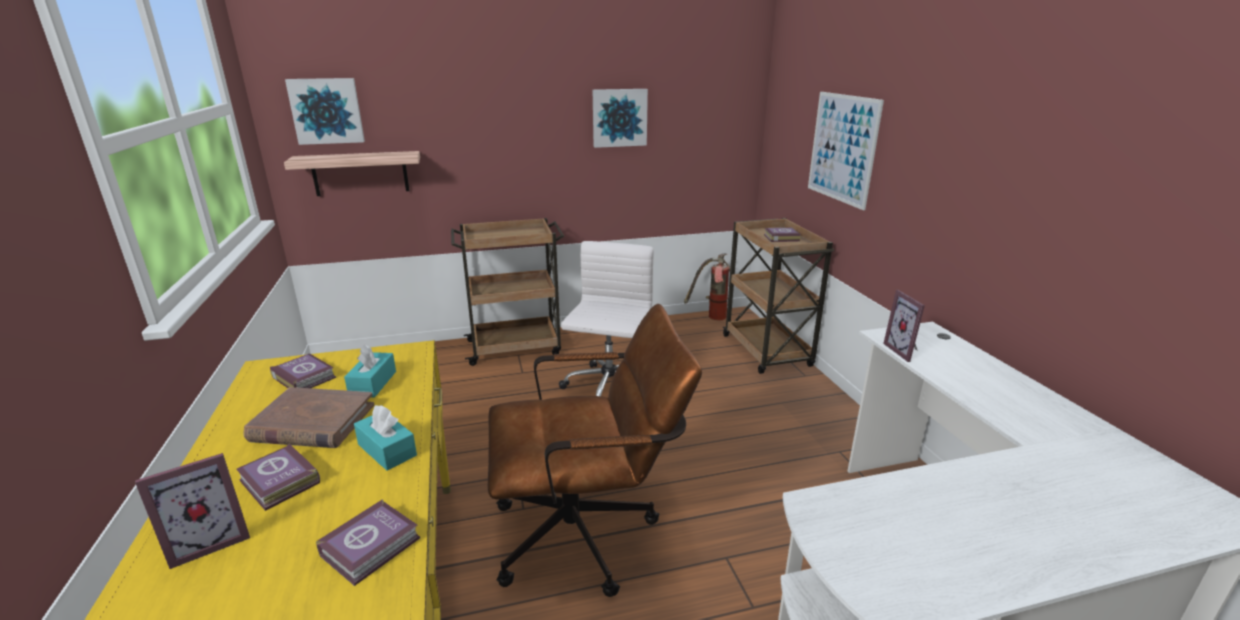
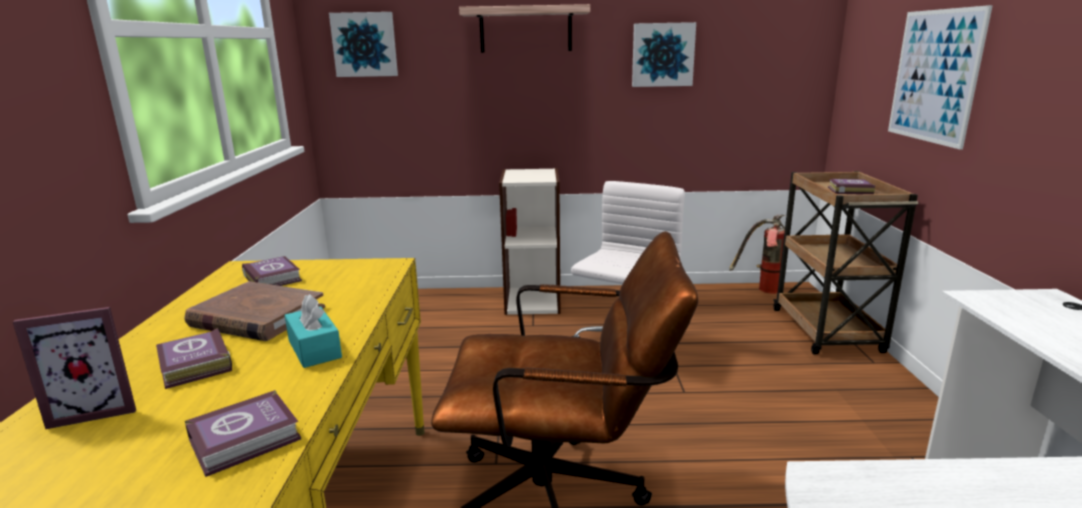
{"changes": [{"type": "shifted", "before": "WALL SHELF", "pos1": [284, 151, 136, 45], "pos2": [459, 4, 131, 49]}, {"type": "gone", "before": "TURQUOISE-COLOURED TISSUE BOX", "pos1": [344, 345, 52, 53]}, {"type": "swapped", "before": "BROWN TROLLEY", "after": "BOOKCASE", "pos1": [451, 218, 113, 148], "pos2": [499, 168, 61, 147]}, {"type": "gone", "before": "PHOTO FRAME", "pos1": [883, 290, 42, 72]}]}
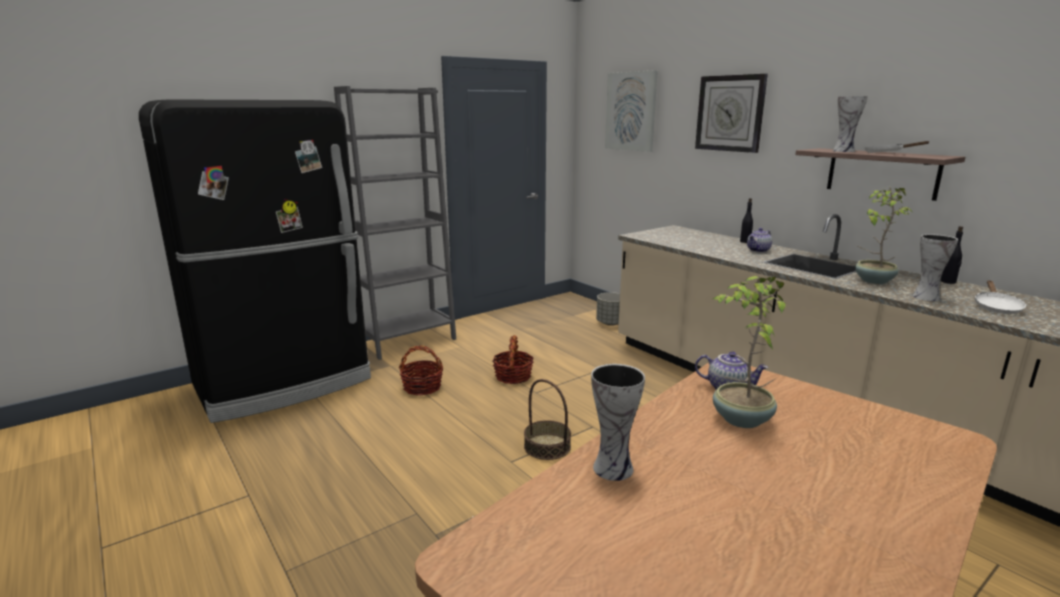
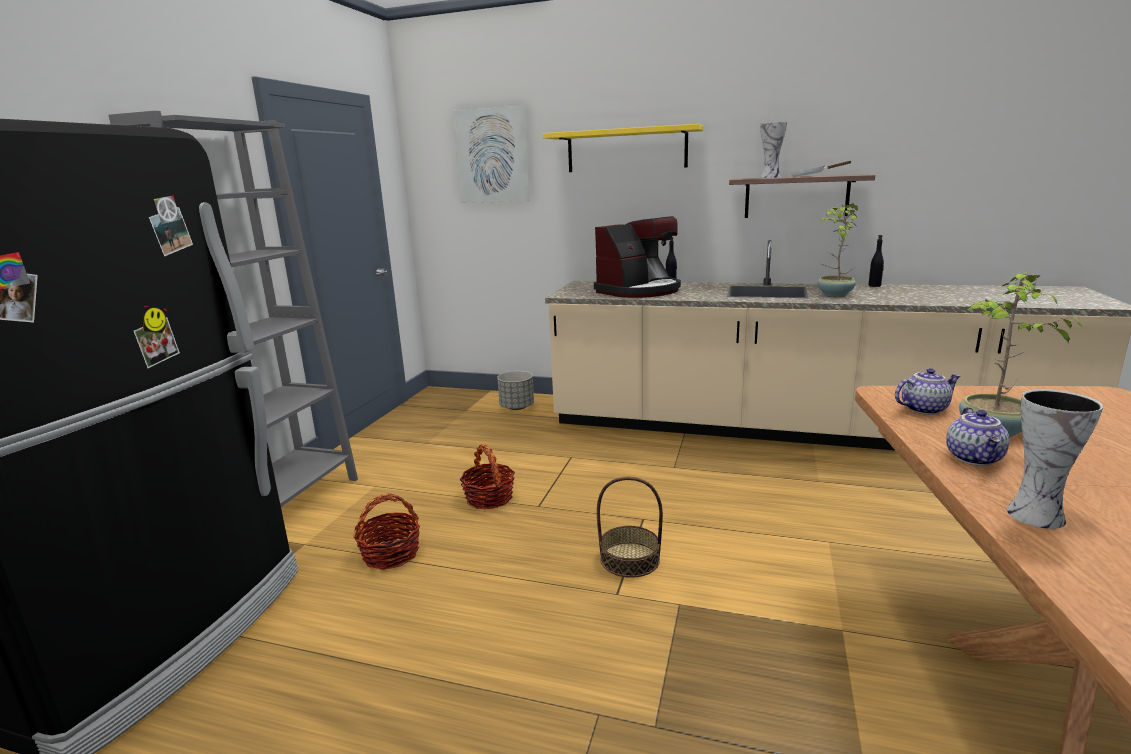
{"changes": [{"type": "swapped", "before": "HANGING CLOCK", "after": "YELLOW WALL SHELF", "pos1": [695, 74, 73, 79], "pos2": [543, 124, 160, 48]}, {"type": "shifted", "before": "POT FOR TEA", "pos1": [747, 228, 25, 25], "pos2": [946, 407, 64, 59]}, {"type": "gone", "before": "VASE", "pos1": [912, 234, 46, 67]}, {"type": "gone", "before": "WHITISH FRYING PAN", "pos1": [974, 280, 52, 34]}, {"type": "new", "after": "COFFEE MACHINE", "pos2": [594, 216, 87, 82]}]}
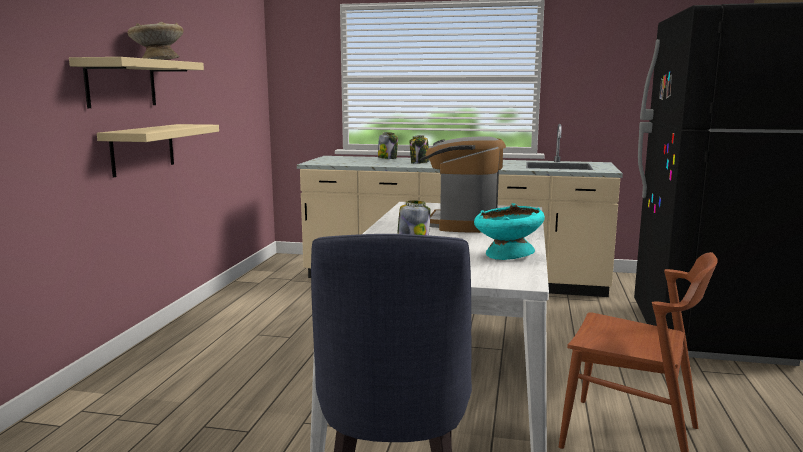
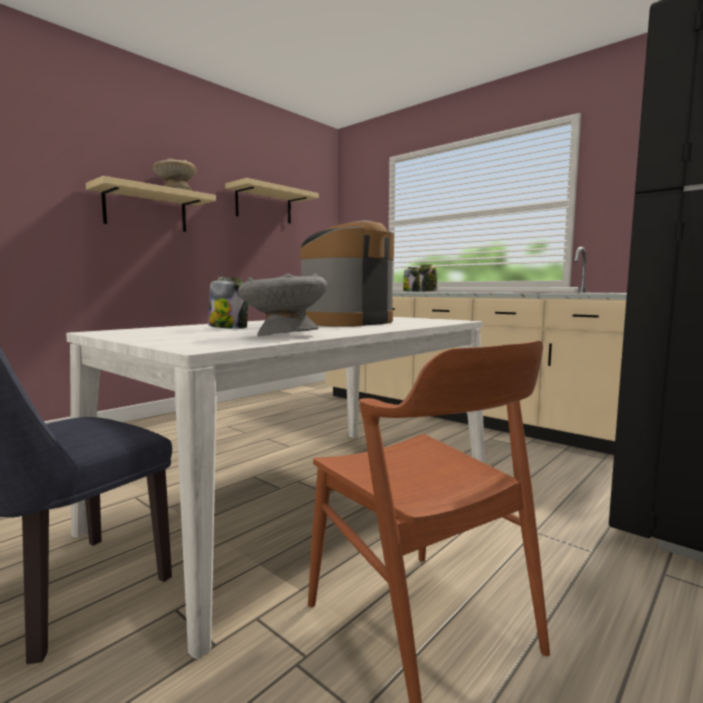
{"changes": [{"type": "shifted", "before": "BEIGE WALL SHELF", "pos1": [97, 124, 122, 53], "pos2": [225, 178, 94, 46]}, {"type": "repainted", "before": "TURQUOISE-COLOURED DEEP DISH", "after": "GREYISH DEEP DISH", "pos1": [474, 203, 71, 57], "pos2": [238, 273, 90, 63]}]}
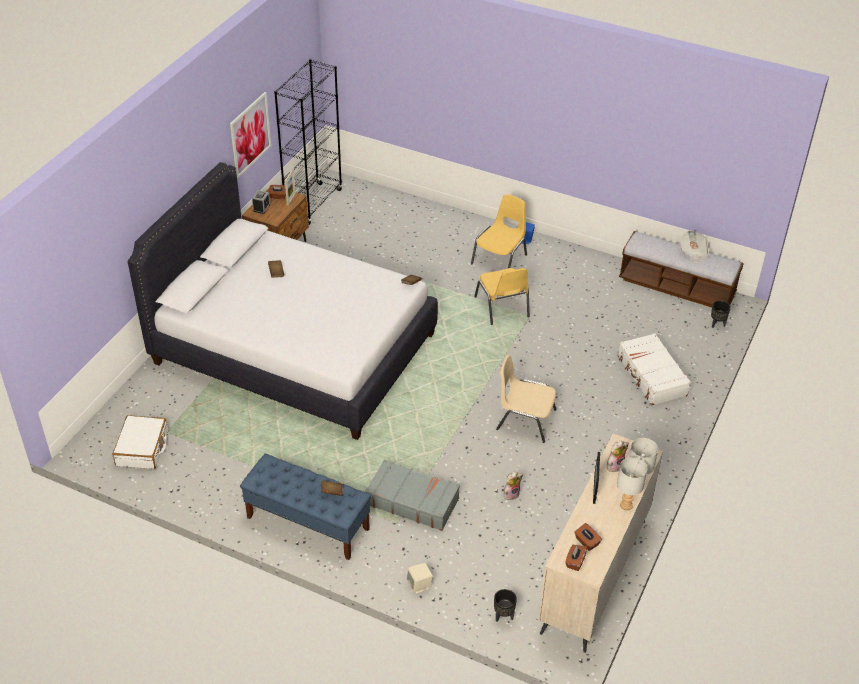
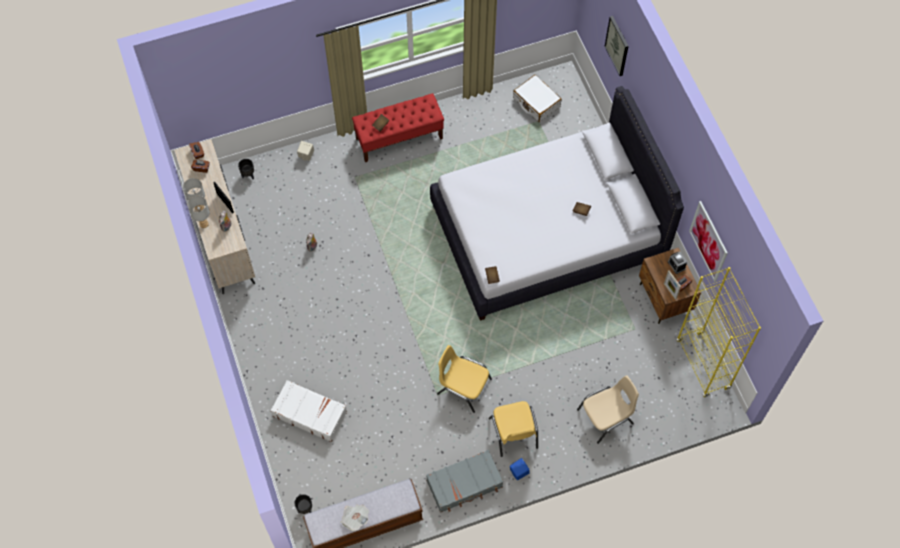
{"changes": [{"type": "repainted", "before": "BLUE INDOOR BENCH", "after": "RED INDOOR BENCH", "pos1": [240, 453, 131, 107], "pos2": [352, 93, 92, 69]}, {"type": "repainted", "before": "BLACKISH BOOKCASE", "after": "YELLOW BOOKCASE", "pos1": [274, 59, 69, 166], "pos2": [676, 267, 85, 130]}, {"type": "shifted", "before": "GREYISH TRAVEL CASE", "pos1": [365, 460, 95, 71], "pos2": [426, 450, 77, 63]}, {"type": "shifted", "before": "BEIGE UPRIGHT CHAIR", "pos1": [496, 355, 60, 88], "pos2": [577, 375, 62, 69]}, {"type": "new", "after": "PICTURE", "pos2": [605, 16, 24, 60]}]}
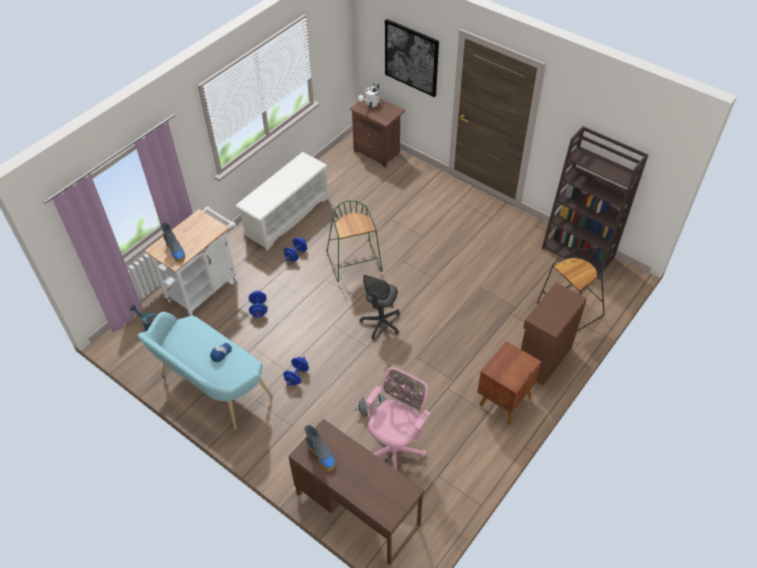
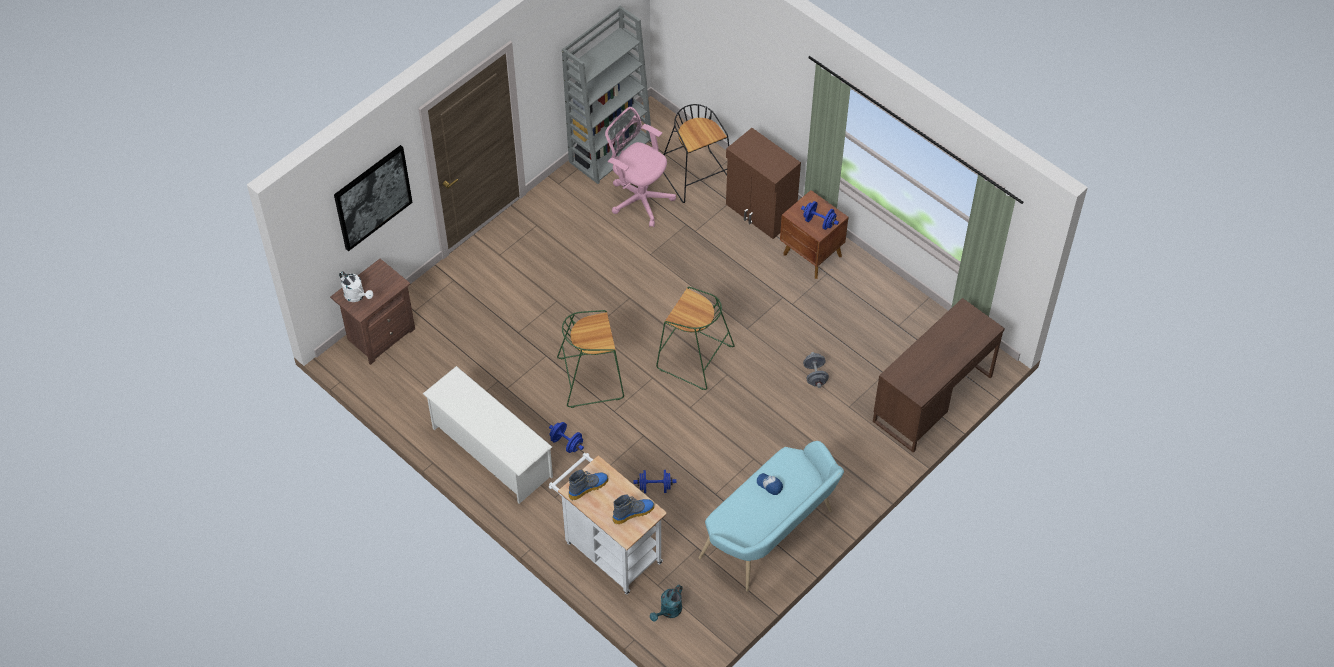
{"changes": [{"type": "shifted", "before": "BLUE HAND WEIGHT", "pos1": [283, 357, 26, 29], "pos2": [801, 201, 38, 29]}, {"type": "shifted", "before": "BOOT", "pos1": [304, 425, 32, 46], "pos2": [568, 469, 40, 31]}, {"type": "swapped", "before": "GREYISH COMPUTER CHAIR", "after": "GREEN SITTING STOOL", "pos1": [359, 275, 41, 64], "pos2": [656, 287, 79, 103]}, {"type": "shifted", "before": "PINK COMPUTER CHAIR", "pos1": [366, 367, 64, 103], "pos2": [605, 107, 71, 120]}, {"type": "repainted", "before": "BROWN BOOKCASE", "after": "GREYISH BOOKCASE", "pos1": [542, 126, 107, 152], "pos2": [562, 6, 89, 178]}]}
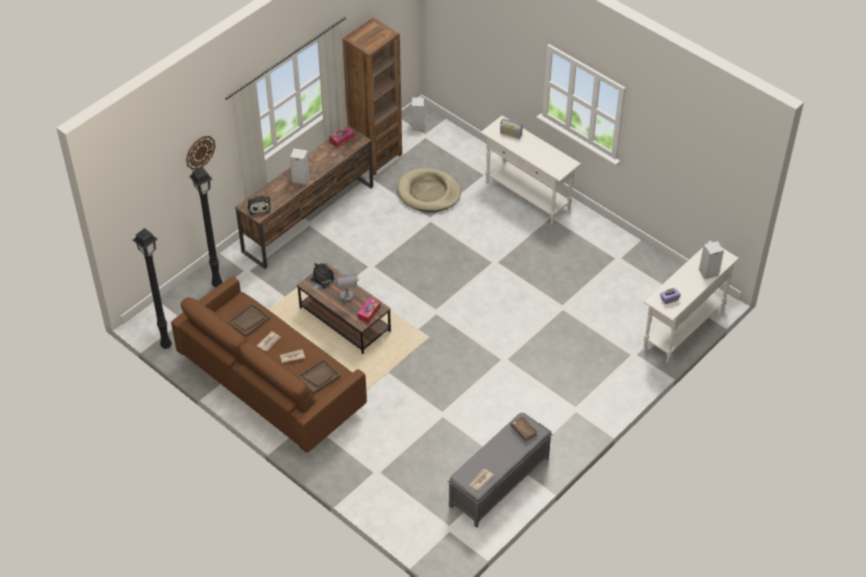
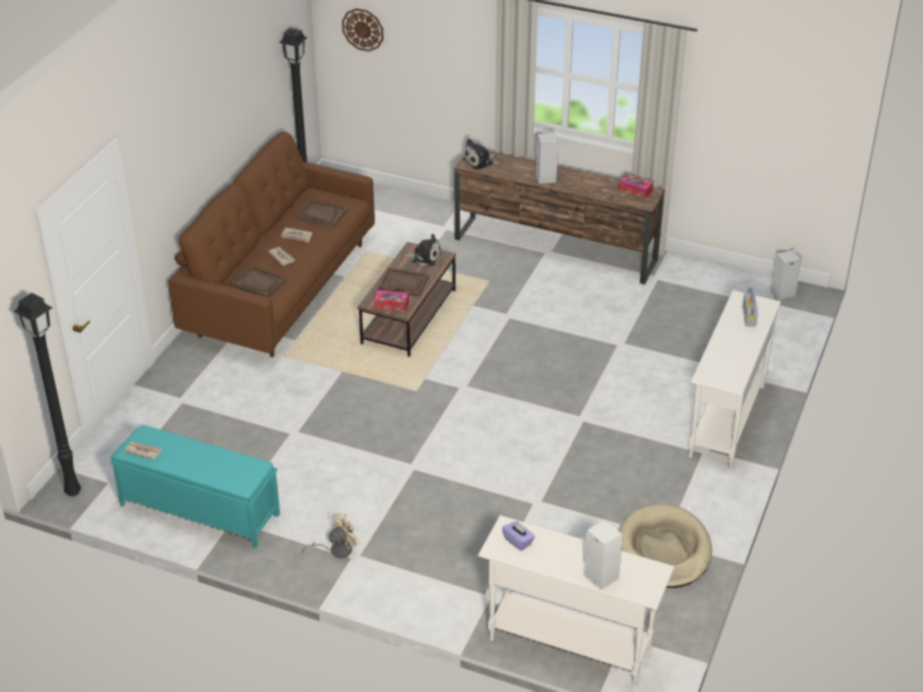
{"changes": [{"type": "shifted", "before": "HANGING CLOCK", "pos1": [186, 136, 29, 34], "pos2": [342, 8, 42, 44]}, {"type": "shifted", "before": "BLACKISH STANDING LAMP", "pos1": [189, 167, 34, 121], "pos2": [14, 293, 67, 203]}, {"type": "swapped", "before": "GREYISH TABLETOP LAMP", "after": "BROWN SERVING TRAY", "pos1": [334, 274, 25, 28], "pos2": [378, 268, 51, 29]}, {"type": "gone", "before": "BROWN BOOKCASE", "pos1": [342, 18, 60, 158]}, {"type": "shifted", "before": "BEIGE PET BED", "pos1": [398, 168, 63, 44], "pos2": [618, 504, 94, 84]}, {"type": "repainted", "before": "GREYISH INDOOR BENCH", "after": "TURQUOISE-COLOURED INDOOR BENCH", "pos1": [448, 412, 104, 116], "pos2": [110, 425, 170, 124]}, {"type": "gone", "before": "BROWN BOOK", "pos1": [511, 416, 27, 25]}, {"type": "new", "after": "BEIGE COOLING FAN", "pos2": [302, 513, 58, 45]}]}
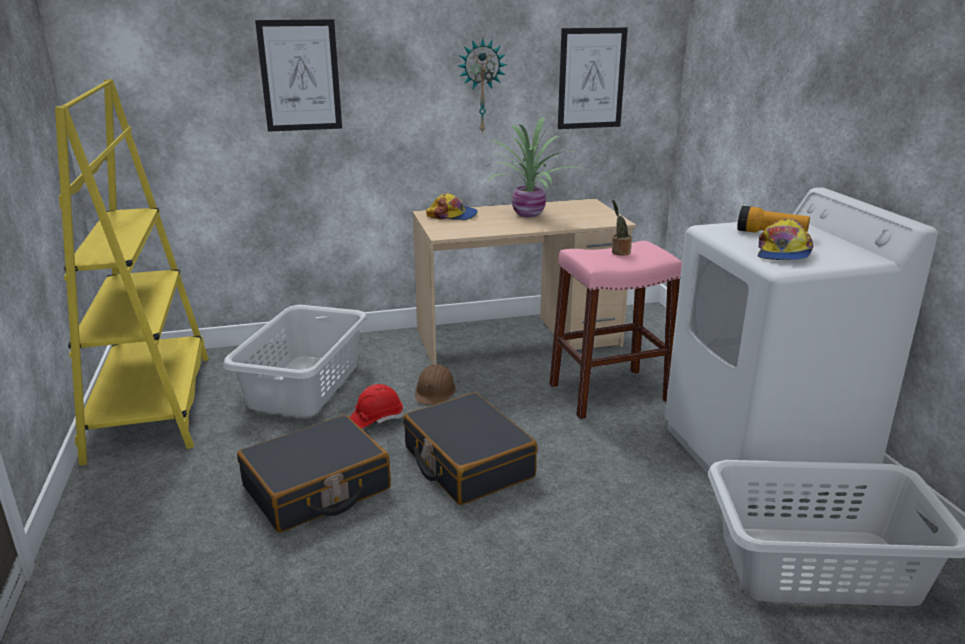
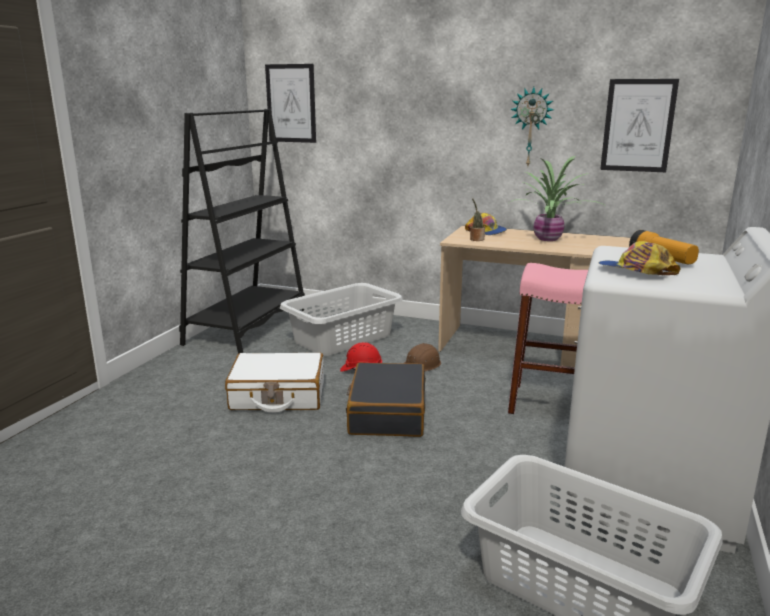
{"changes": [{"type": "repainted", "before": "YELLOW BOOKCASE", "after": "BLACKISH BOOKCASE", "pos1": [55, 79, 154, 386], "pos2": [179, 109, 126, 244]}, {"type": "repainted", "before": "BLACKISH TRAVEL CASE", "after": "WHITISH TRAVEL CASE", "pos1": [237, 415, 154, 117], "pos2": [225, 353, 99, 60]}, {"type": "shifted", "before": "PICTURE", "pos1": [255, 19, 87, 113], "pos2": [265, 64, 51, 79]}, {"type": "shifted", "before": "PLANT IN A POT", "pos1": [612, 200, 20, 56], "pos2": [470, 198, 15, 43]}, {"type": "rotated", "before": "BASEBALL CAP", "pos1": [758, 219, 55, 41], "pos2": [599, 241, 82, 34], "turn": 75}]}
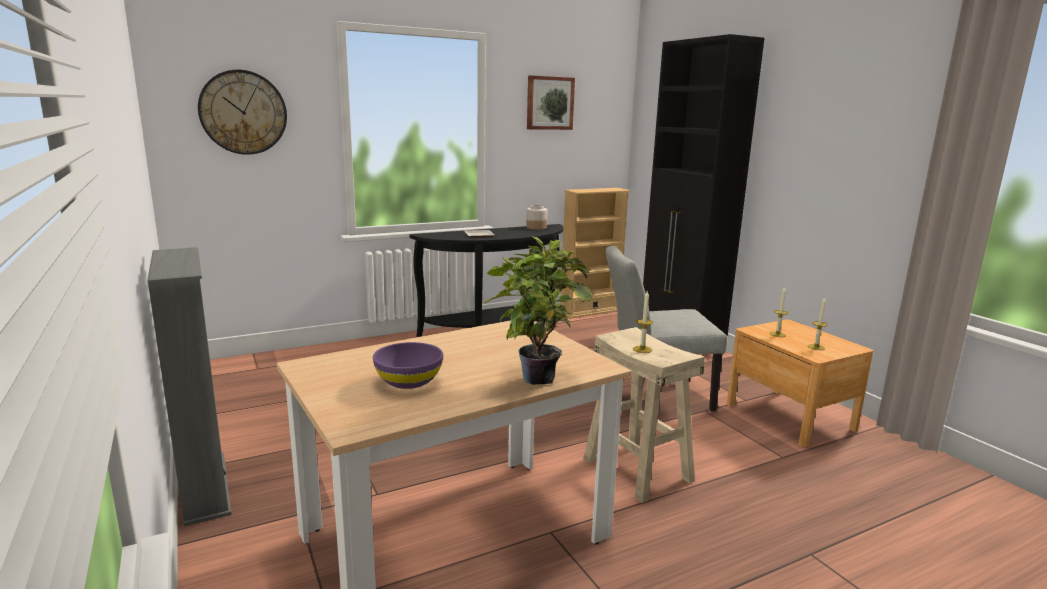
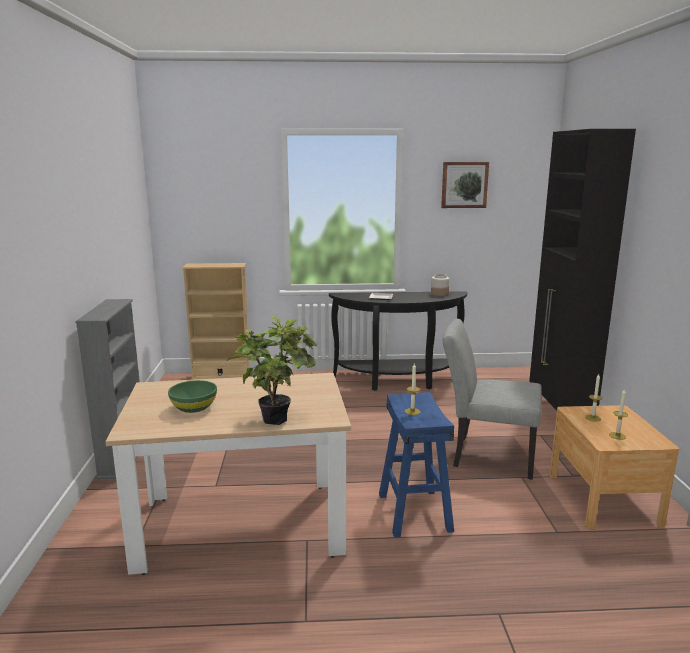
{"changes": [{"type": "gone", "before": "HANGING CLOCK", "pos1": [198, 70, 89, 85]}, {"type": "repainted", "before": "PURPLE DEEP DISH", "after": "GREEN DEEP DISH", "pos1": [373, 342, 70, 47], "pos2": [168, 380, 49, 33]}, {"type": "shifted", "before": "BEIGE BOOKCASE", "pos1": [560, 188, 70, 131], "pos2": [182, 263, 68, 117]}, {"type": "repainted", "before": "BEIGE SITTING STOOL", "after": "BLUE SITTING STOOL", "pos1": [583, 327, 122, 176], "pos2": [379, 392, 75, 146]}]}
